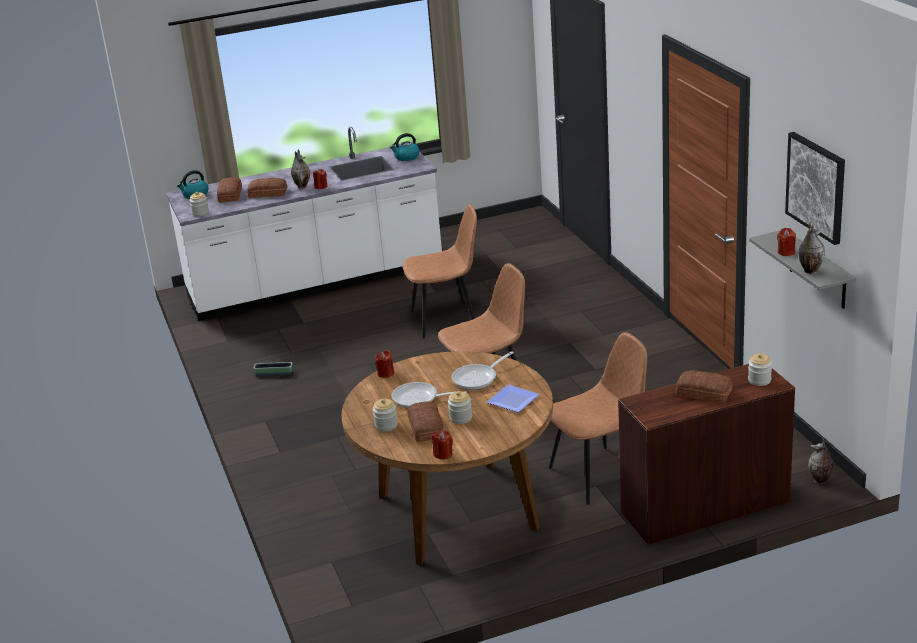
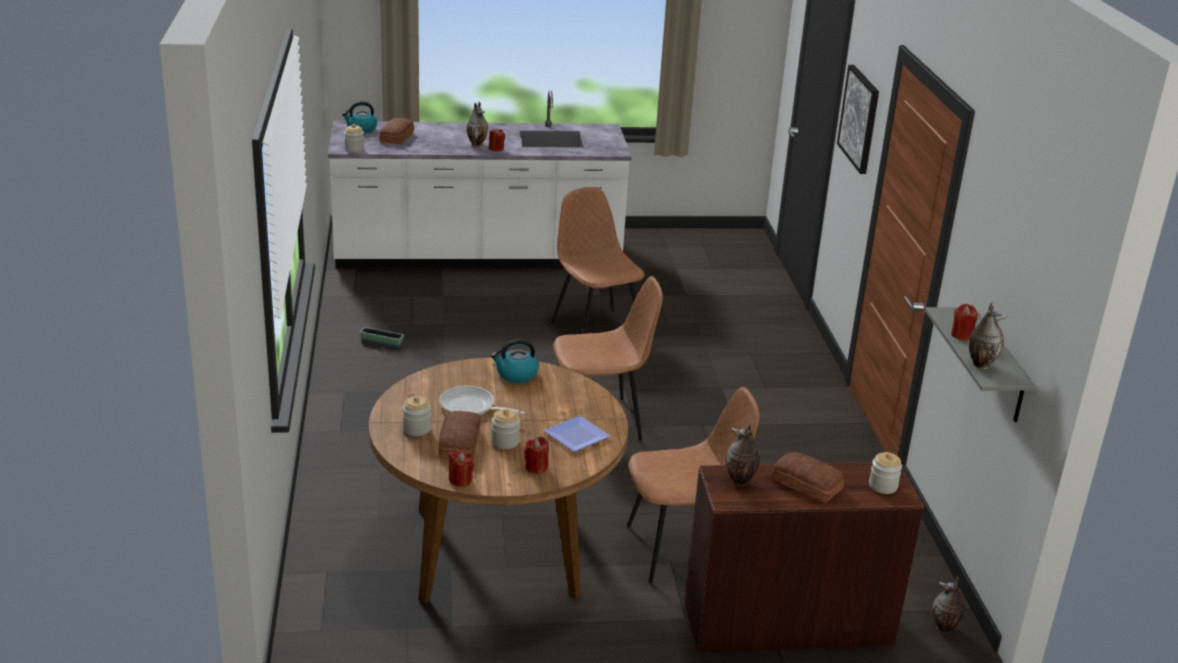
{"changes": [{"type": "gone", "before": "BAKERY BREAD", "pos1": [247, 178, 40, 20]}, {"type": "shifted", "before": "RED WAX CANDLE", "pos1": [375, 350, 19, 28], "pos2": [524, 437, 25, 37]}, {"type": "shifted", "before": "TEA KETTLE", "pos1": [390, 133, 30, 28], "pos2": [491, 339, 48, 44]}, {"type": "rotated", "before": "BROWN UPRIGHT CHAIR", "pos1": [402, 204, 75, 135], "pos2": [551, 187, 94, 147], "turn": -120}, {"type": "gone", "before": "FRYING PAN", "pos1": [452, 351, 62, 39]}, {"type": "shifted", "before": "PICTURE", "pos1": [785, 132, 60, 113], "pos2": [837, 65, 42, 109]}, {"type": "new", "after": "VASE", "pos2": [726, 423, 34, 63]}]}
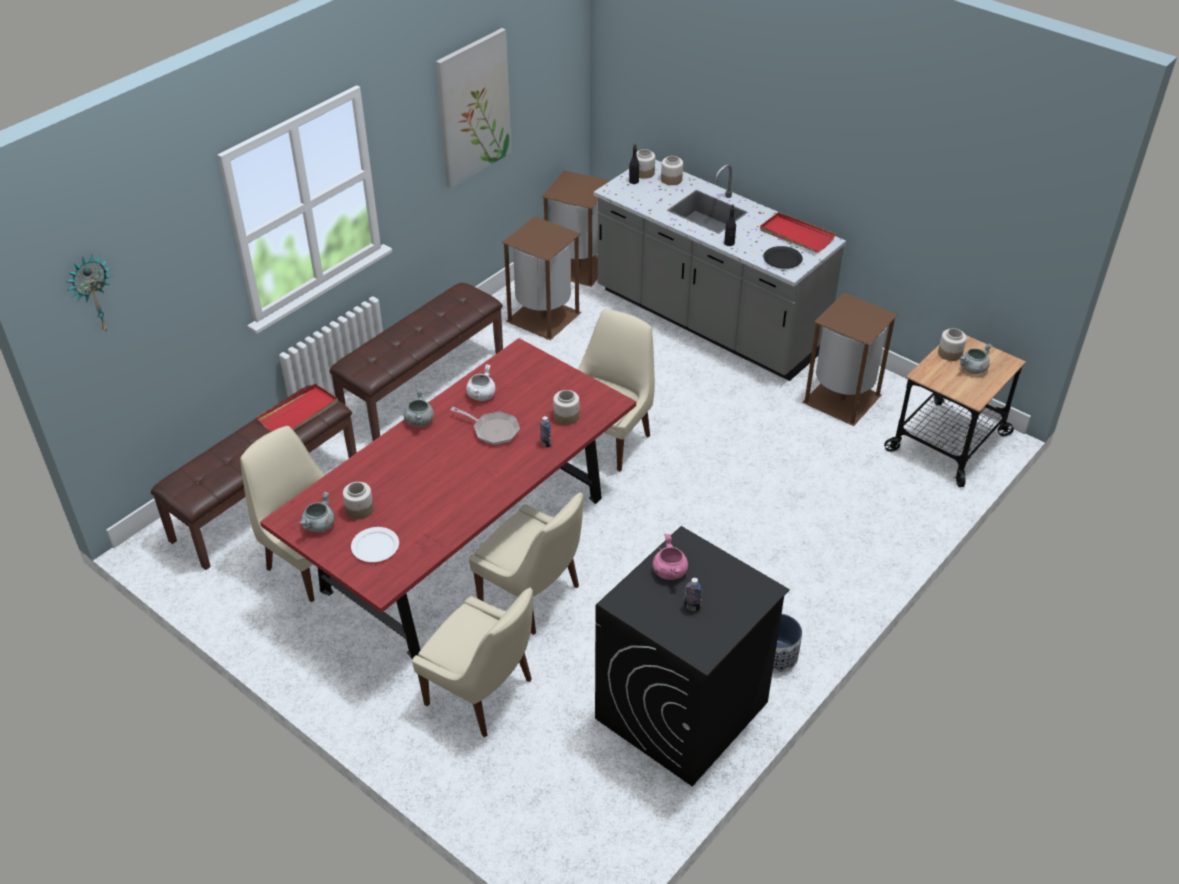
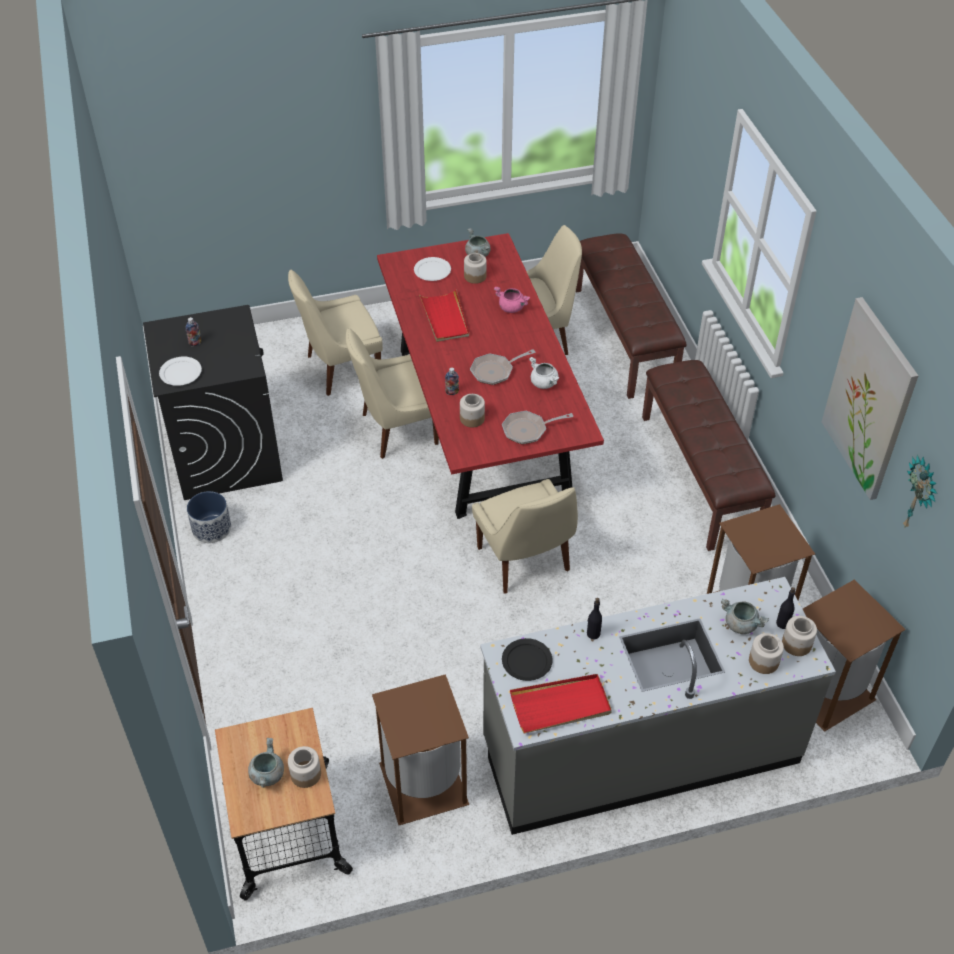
{"changes": [{"type": "shifted", "before": "HANGING CLOCK", "pos1": [65, 255, 47, 78], "pos2": [903, 455, 34, 74]}, {"type": "shifted", "before": "RED SERVING TRAY", "pos1": [257, 384, 81, 48], "pos2": [419, 289, 50, 53]}, {"type": "shifted", "before": "GREYISH COOKING POT", "pos1": [404, 389, 30, 38], "pos2": [721, 599, 48, 35]}, {"type": "shifted", "before": "PINK COOKING POT", "pos1": [653, 534, 35, 46], "pos2": [494, 287, 36, 26]}, {"type": "new", "after": "WHITISH PLATE", "pos2": [159, 357, 43, 29]}, {"type": "new", "after": "FRYING PAN", "pos2": [502, 411, 71, 33]}]}
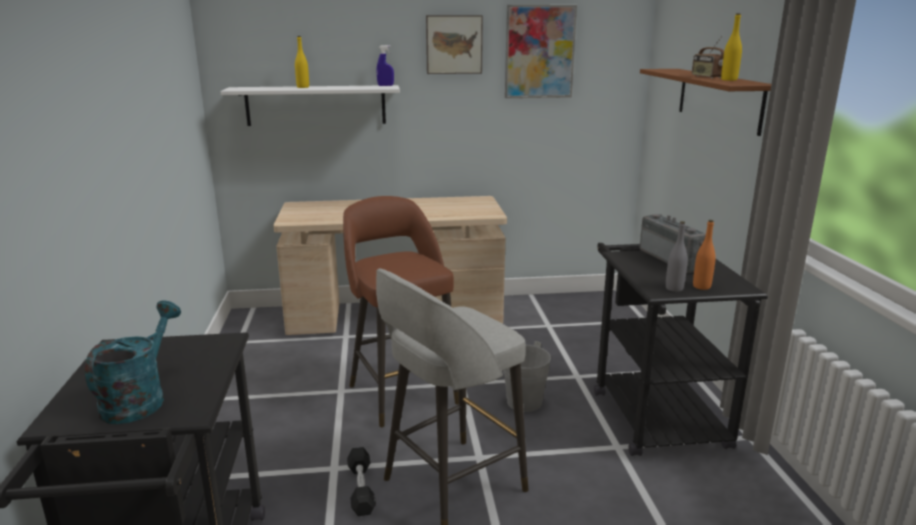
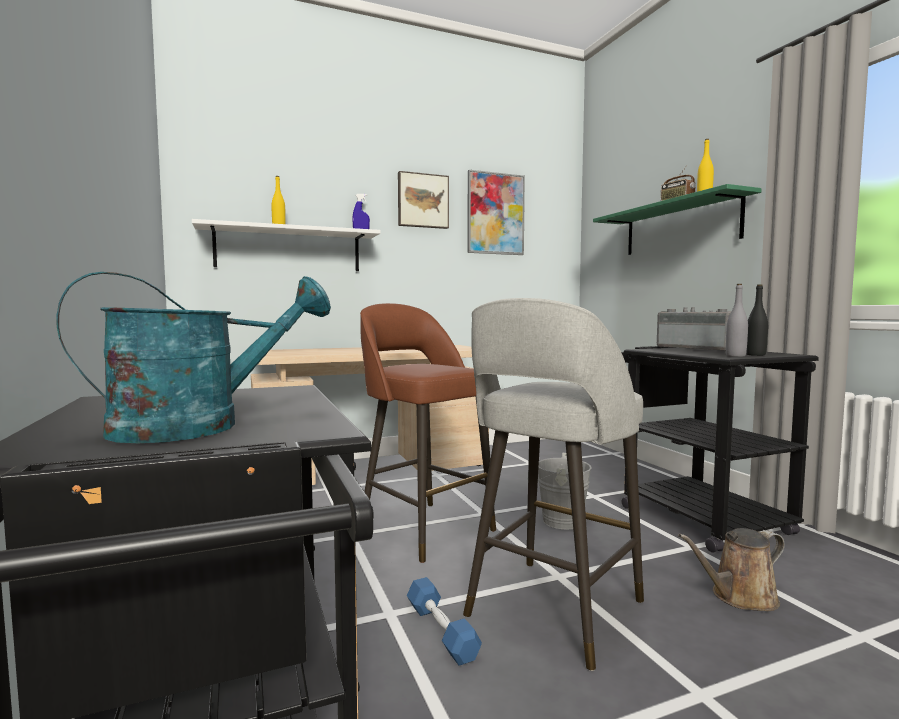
{"changes": [{"type": "rotated", "before": "TURQUOISE-COLOURED WATERING POT", "pos1": [85, 300, 96, 124], "pos2": [57, 272, 274, 171], "turn": 60}, {"type": "repainted", "before": "BLACKISH HAND WEIGHT", "after": "BLUE HAND WEIGHT", "pos1": [347, 447, 29, 69], "pos2": [407, 577, 75, 89]}, {"type": "repainted", "before": "BROWN WALL SHELF", "after": "GREEN WALL SHELF", "pos1": [640, 69, 131, 67], "pos2": [593, 184, 169, 71]}, {"type": "repainted", "before": "ORANGEY DRINK BOTTLE", "after": "BLACKISH DRINK BOTTLE", "pos1": [693, 220, 23, 70], "pos2": [746, 284, 22, 72]}, {"type": "new", "after": "BROWN WATERING POT", "pos2": [678, 528, 107, 83]}]}
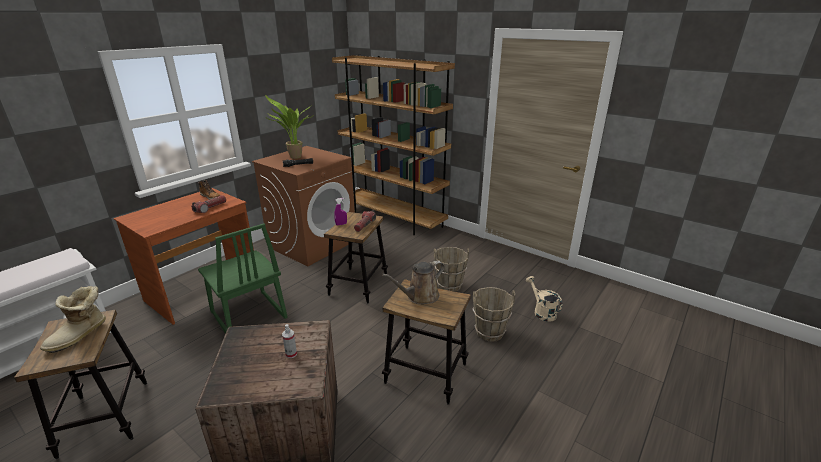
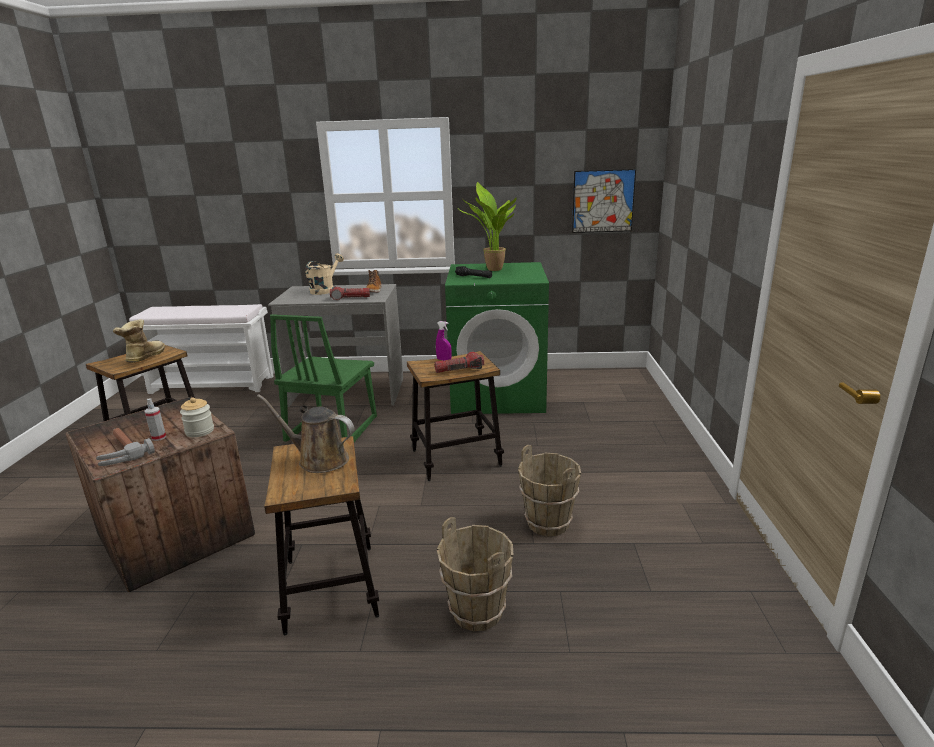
{"changes": [{"type": "rotated", "before": "BOOT", "pos1": [40, 286, 66, 67], "pos2": [113, 319, 52, 44], "turn": 105}, {"type": "repainted", "before": "BROWN DESK UNIT", "after": "GREYISH DESK UNIT", "pos1": [114, 188, 140, 137], "pos2": [268, 284, 135, 123]}, {"type": "repainted", "before": "BROWN LAUNDRY MACHINE", "after": "GREEN LAUNDRY MACHINE", "pos1": [252, 146, 103, 121], "pos2": [445, 262, 104, 152]}, {"type": "gone", "before": "BROWN BOOKCASE", "pos1": [332, 54, 123, 181]}, {"type": "shifted", "before": "BEIGE WATERING POT", "pos1": [526, 276, 36, 46], "pos2": [305, 253, 39, 42]}, {"type": "new", "after": "HAMMER", "pos2": [96, 428, 59, 38]}, {"type": "new", "after": "PRESERVE JAR", "pos2": [180, 398, 34, 39]}, {"type": "new", "after": "PICTURE", "pos2": [572, 169, 64, 64]}]}
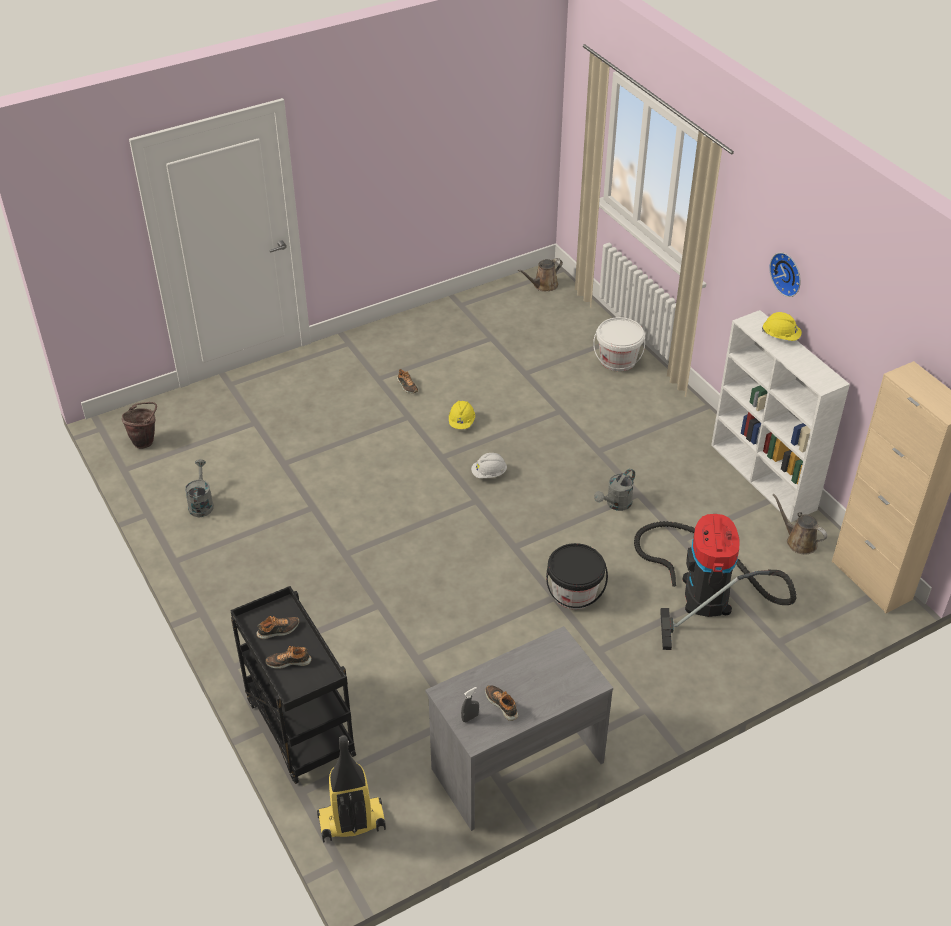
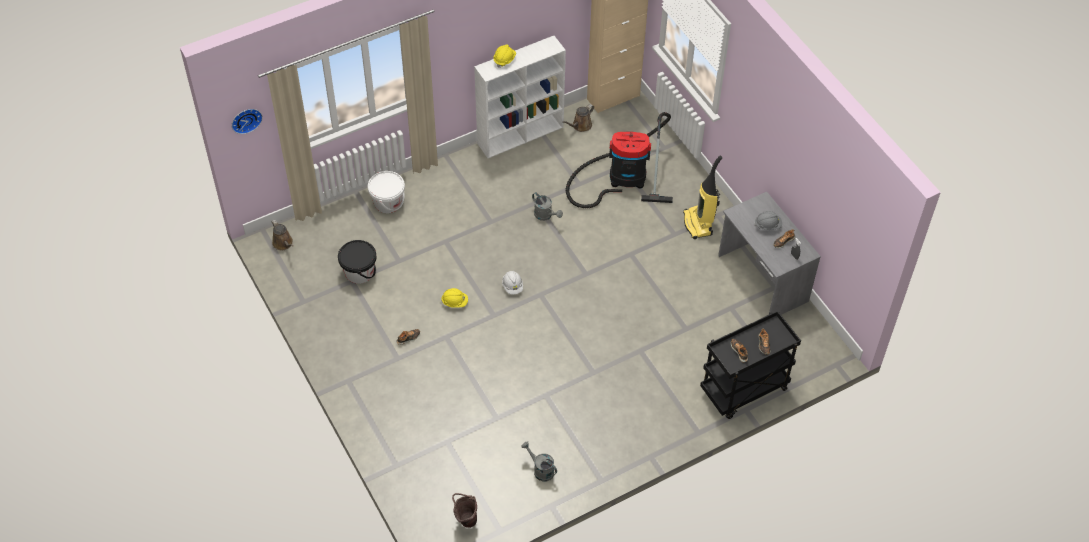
{"changes": [{"type": "rotated", "before": "GREYISH WATERING POT", "pos1": [185, 459, 29, 58], "pos2": [521, 441, 36, 41], "turn": 45}, {"type": "shifted", "before": "HOOVER", "pos1": [317, 735, 69, 107], "pos2": [683, 156, 39, 83]}, {"type": "shifted", "before": "BLACKISH PAIL", "pos1": [546, 543, 62, 66], "pos2": [338, 240, 38, 44]}, {"type": "shifted", "before": "HANGING CLOCK", "pos1": [770, 252, 31, 45], "pos2": [232, 109, 31, 25]}, {"type": "new", "after": "GREYISH HARD HAT", "pos2": [754, 211, 28, 19]}]}
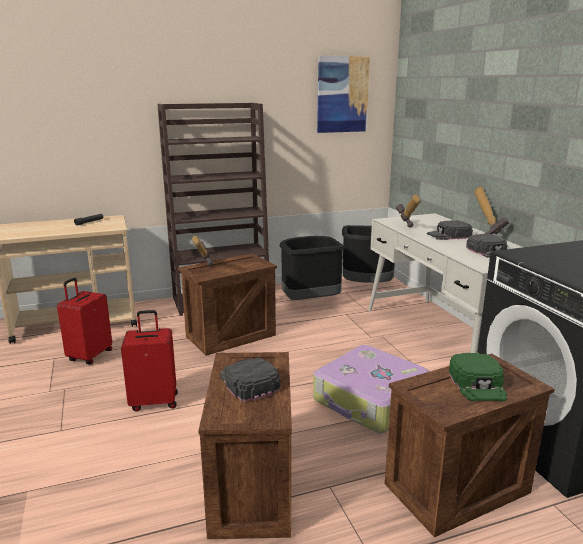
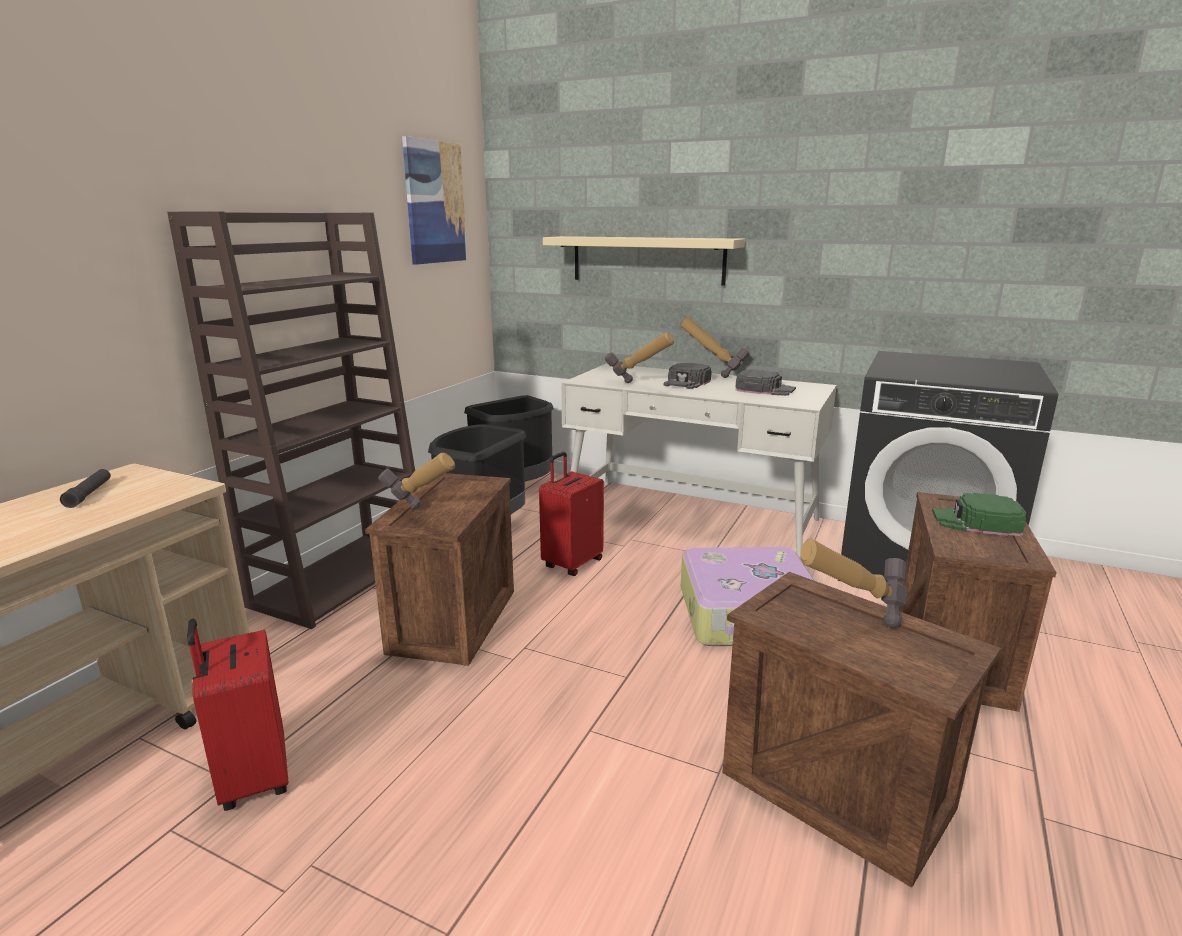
{"changes": [{"type": "shifted", "before": "RED TRAVEL CASE", "pos1": [121, 310, 57, 102], "pos2": [539, 452, 65, 124]}, {"type": "swapped", "before": "BLACKISH BASEBALL CAP", "after": "HAMMER", "pos1": [220, 358, 60, 44], "pos2": [801, 538, 106, 90]}, {"type": "rotated", "before": "GREEN BASEBALL CAP", "pos1": [449, 353, 58, 48], "pos2": [932, 493, 94, 43], "turn": 150}, {"type": "new", "after": "BEIGE WALL SHELF", "pos2": [543, 236, 202, 50]}]}
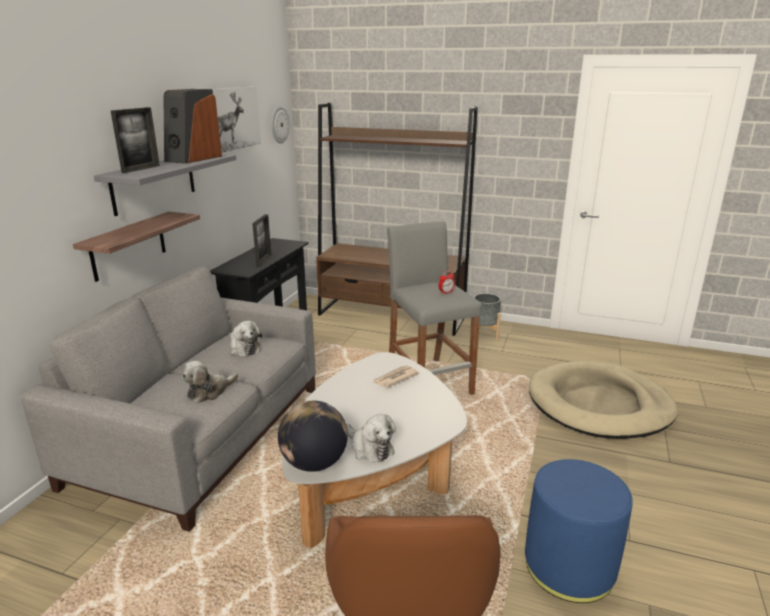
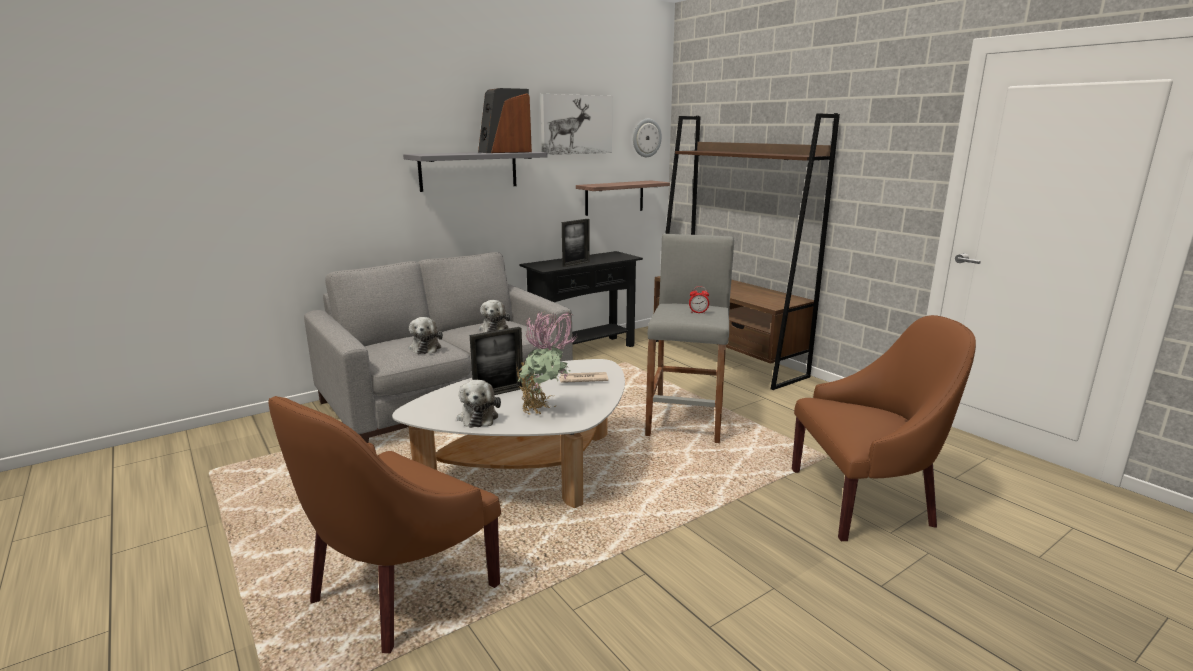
{"changes": [{"type": "shifted", "before": "WALL SHELF", "pos1": [73, 212, 127, 70], "pos2": [576, 180, 94, 36]}, {"type": "shifted", "before": "PHOTO FRAME", "pos1": [111, 107, 49, 66], "pos2": [470, 327, 53, 68]}, {"type": "rotated", "before": "CUDDLY TOY", "pos1": [182, 361, 56, 42], "pos2": [408, 317, 35, 37], "turn": -90}, {"type": "gone", "before": "GLOBE", "pos1": [278, 401, 70, 71]}, {"type": "gone", "before": "GREYISH PLANTER", "pos1": [474, 293, 27, 48]}, {"type": "gone", "before": "BLUE OTTOMAN", "pos1": [525, 459, 108, 144]}, {"type": "swapped", "before": "BEIGE PET BED", "after": "BROWN LOUNGE CHAIR", "pos1": [529, 361, 149, 78], "pos2": [792, 315, 184, 226]}, {"type": "new", "after": "PLANT IN A POT", "pos2": [516, 310, 60, 104]}]}
